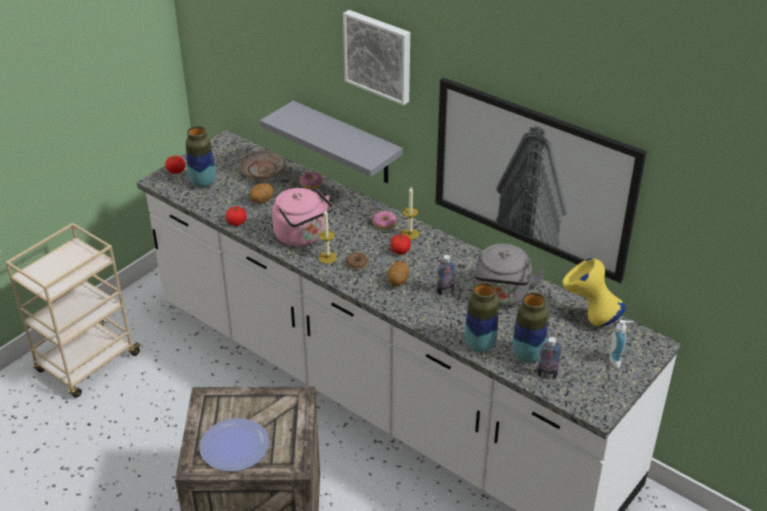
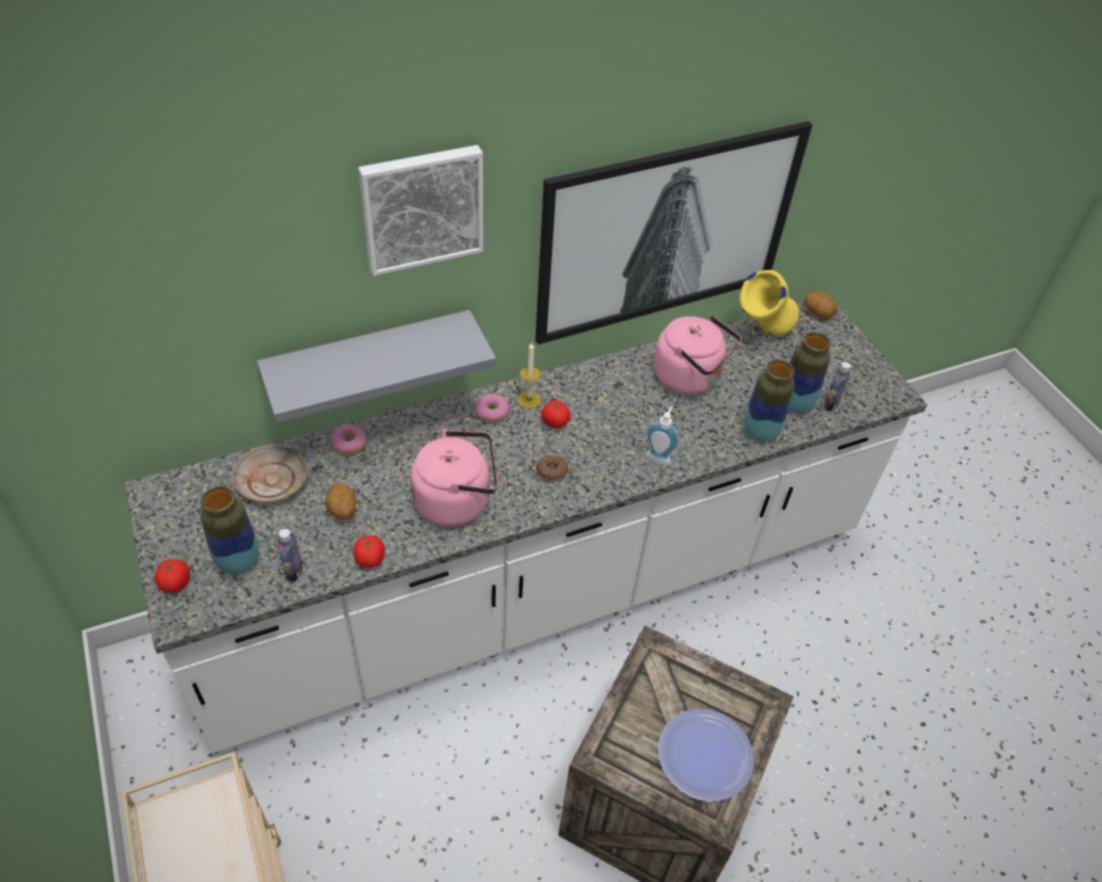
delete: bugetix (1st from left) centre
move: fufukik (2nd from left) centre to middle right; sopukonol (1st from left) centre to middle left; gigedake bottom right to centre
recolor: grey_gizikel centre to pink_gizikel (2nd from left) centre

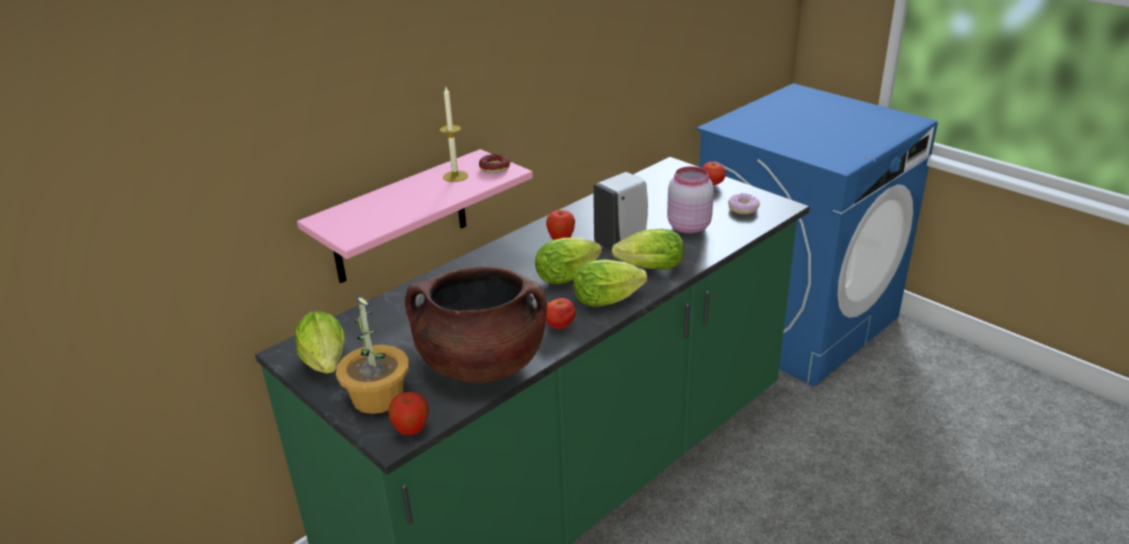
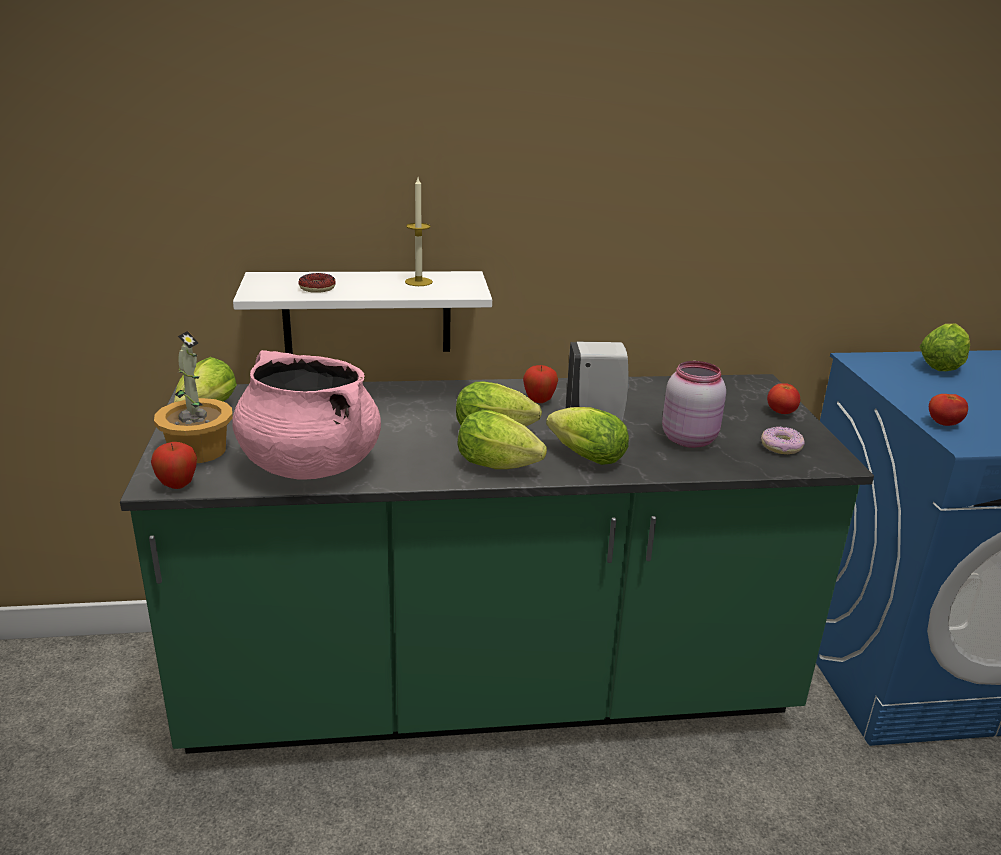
insert: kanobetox (5th from left) middle right
move: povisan (1st from left) top centre to top left; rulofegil (1st from left in the first image) centre to rulofegil (2nd from left) middle right
recolor: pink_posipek centre to white_posipek centre; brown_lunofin centre to pink_lunofin middle left

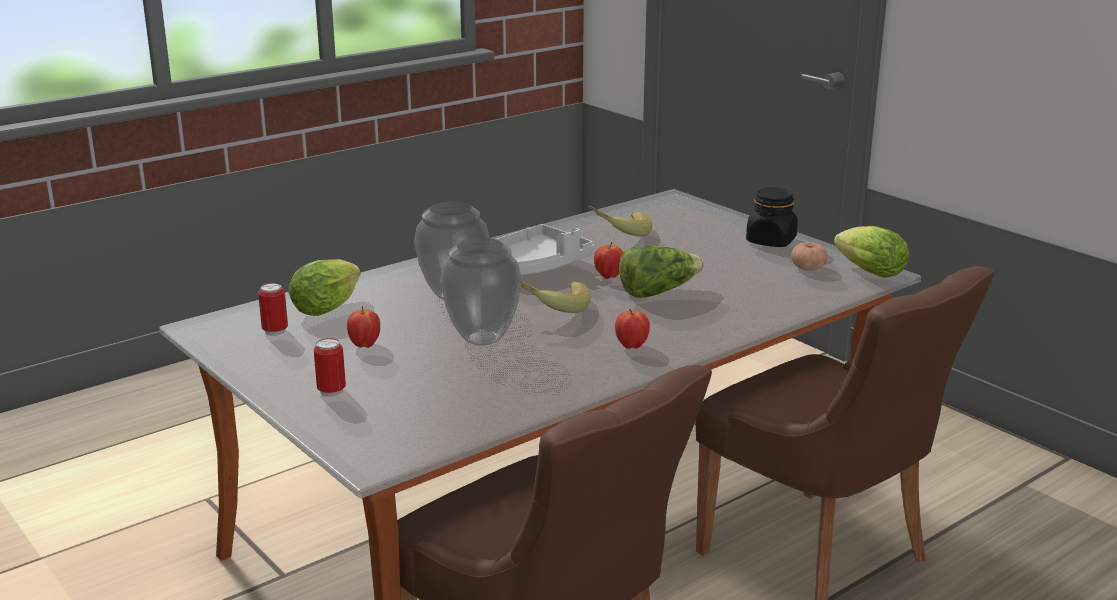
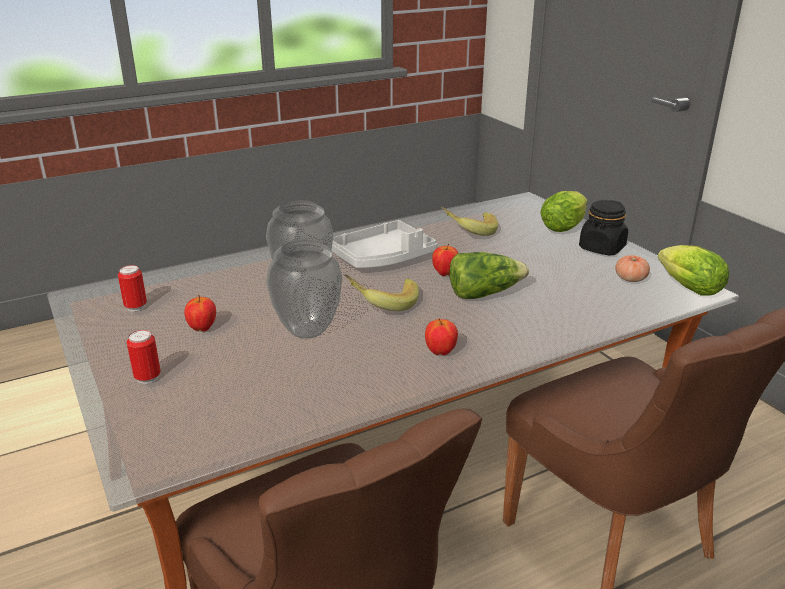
move: kanobetox (1st from left in the first image) middle left to kanobetox (2nd from left) middle right

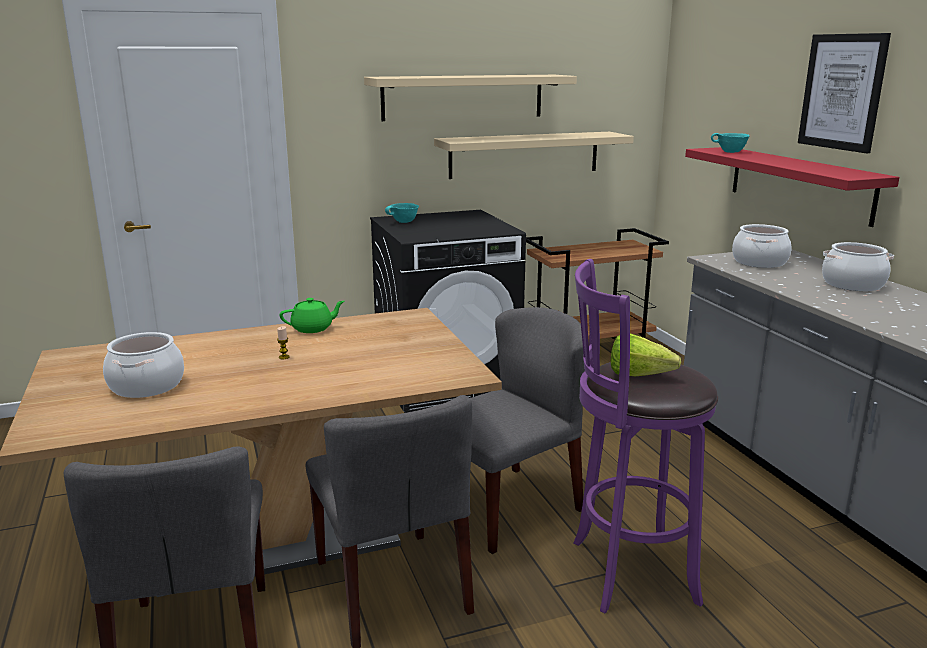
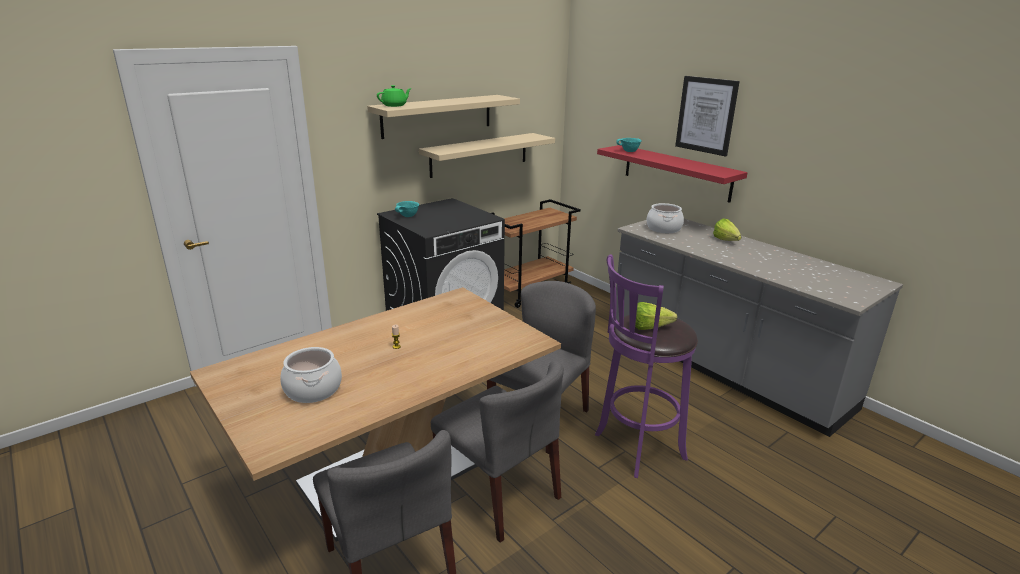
move: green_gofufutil centre to top centre
replace: lunofin (3rd from left) middle right to kanobetox (2nd from left) middle right

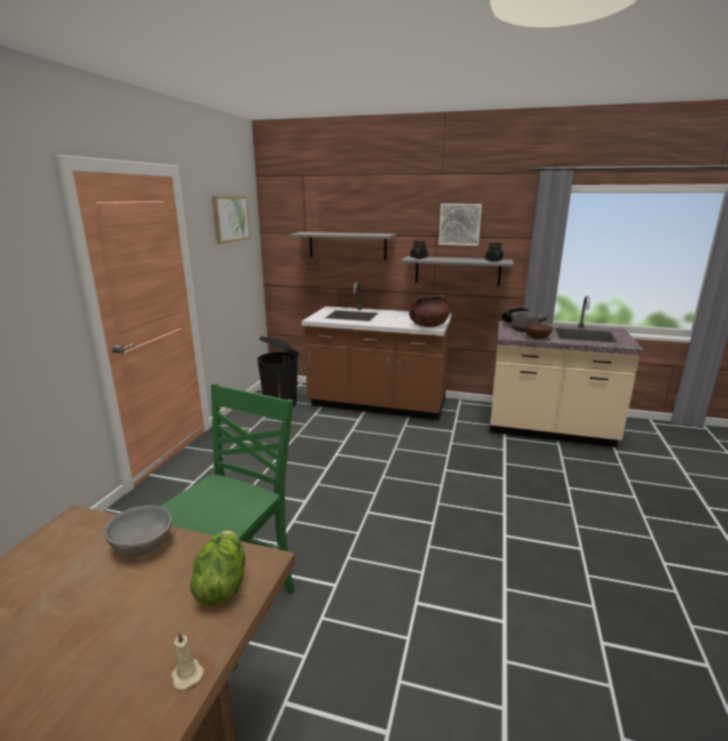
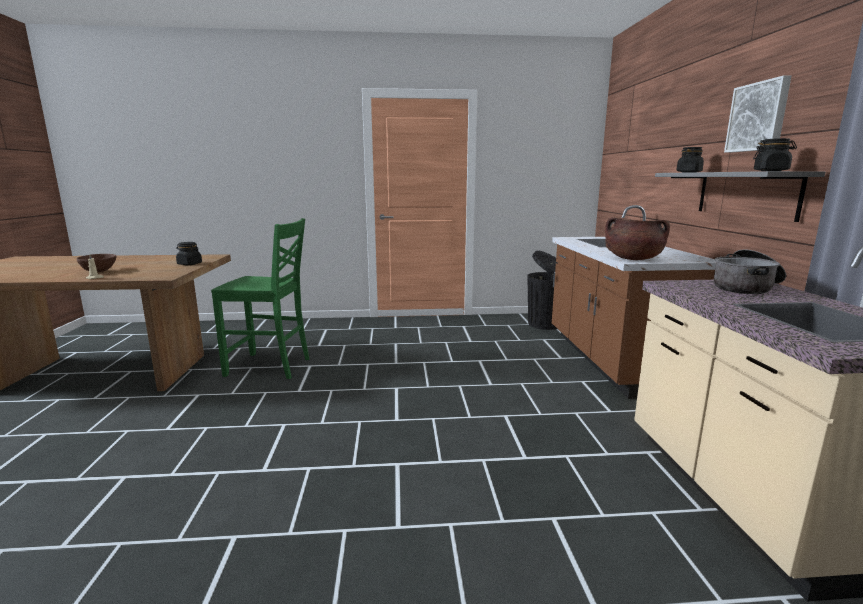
delete: kanobetox bottom left; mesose (1st from left) top left; grey_posipek (1st from left) top centre
move: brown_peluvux middle right to middle left
replace: grey_peluvux bottom left to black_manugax (1st from left) middle left

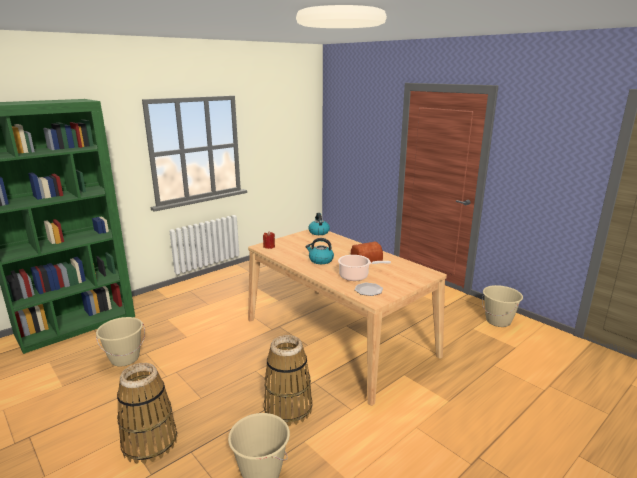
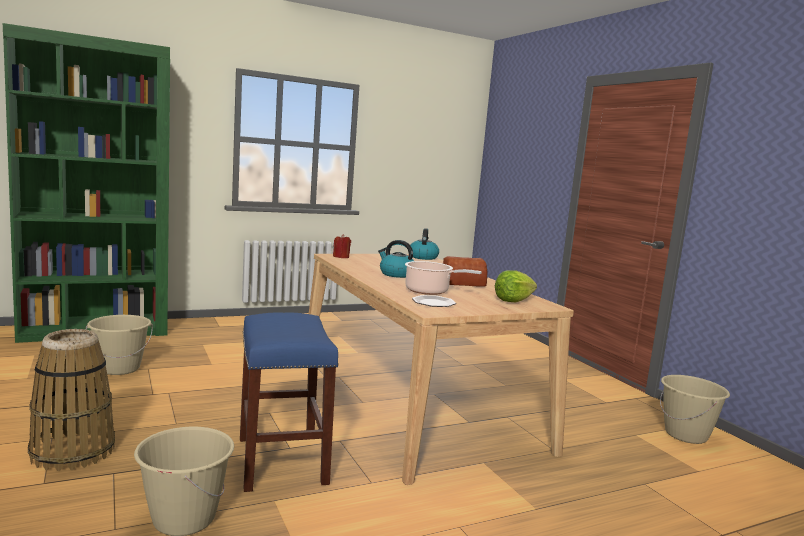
insert: kanobetox centre
replace: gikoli (2nd from left) bottom centre to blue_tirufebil bottom centre

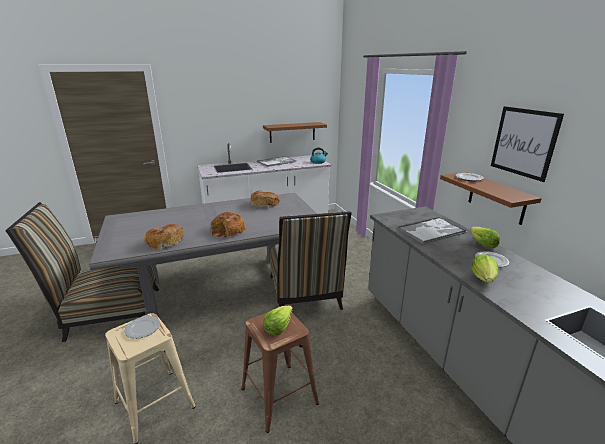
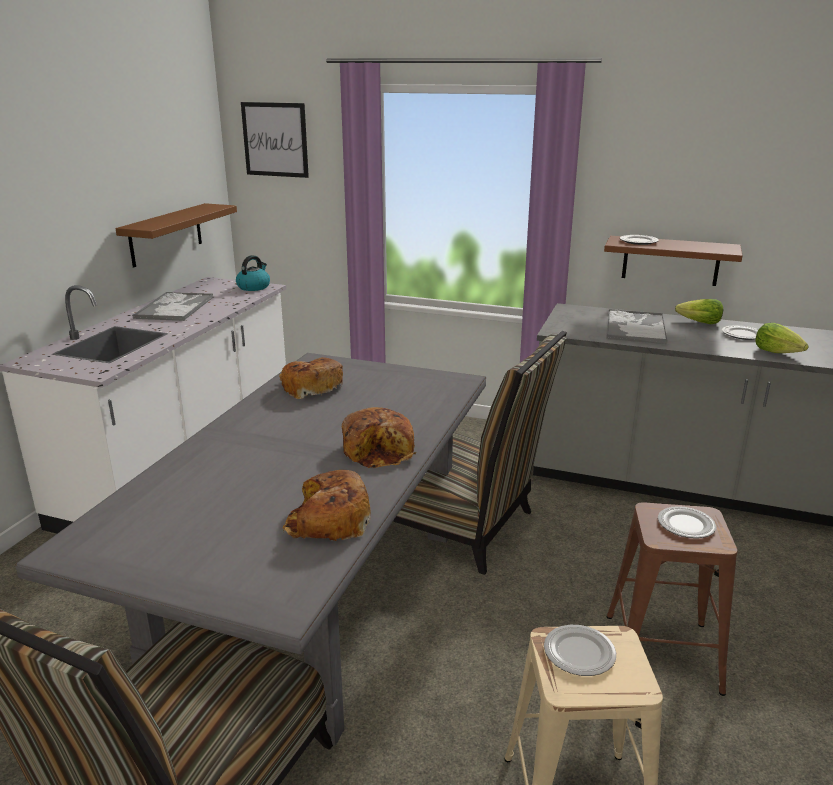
move: mesose top right to top left
replace: kanobetox (1st from left) bottom centre to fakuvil (3rd from left) middle right

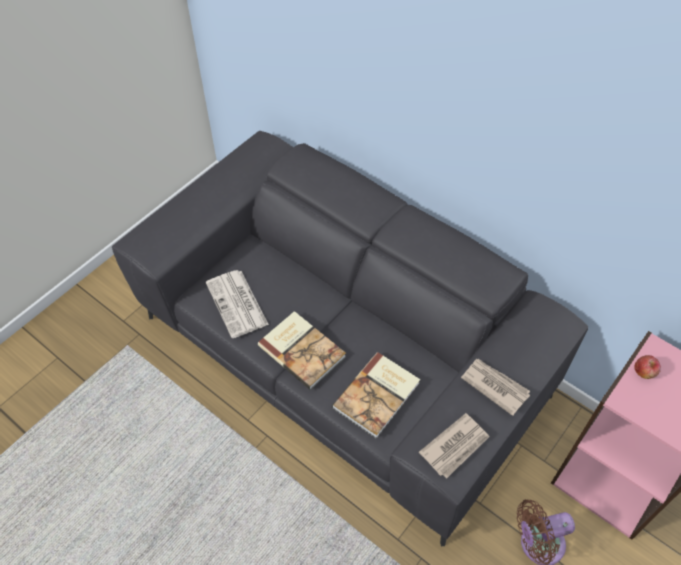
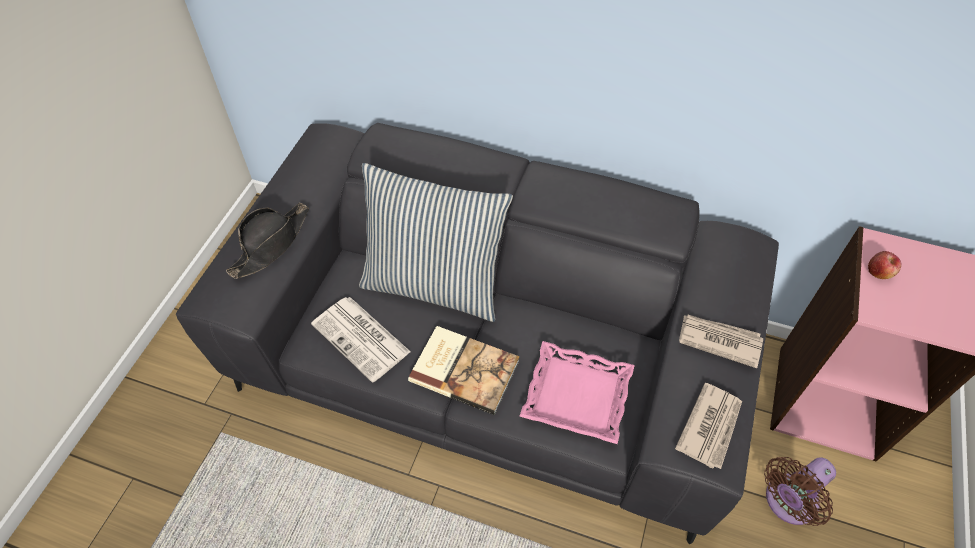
insert: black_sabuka middle left; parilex centre
replace: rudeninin (2nd from left) bottom centre to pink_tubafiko bottom centre

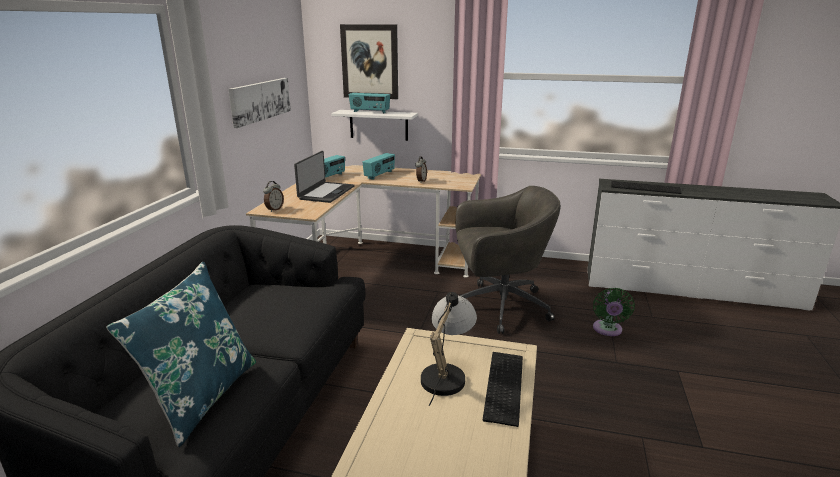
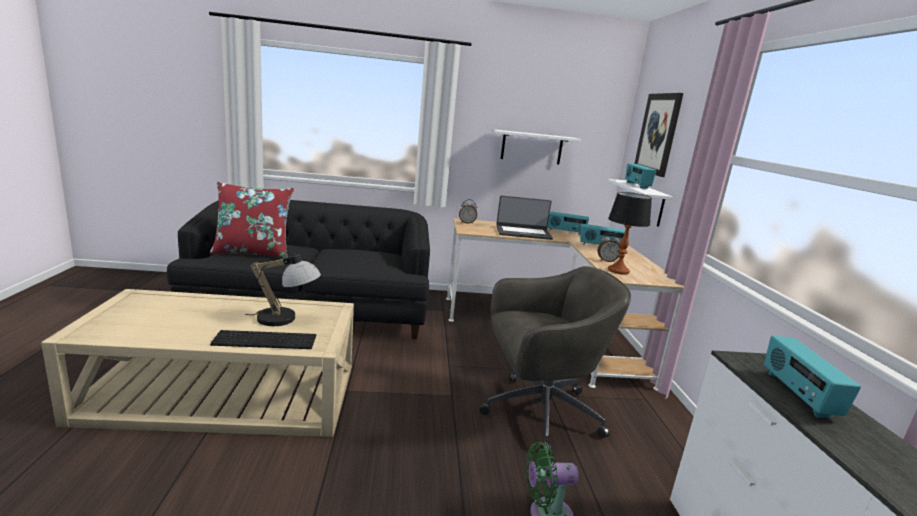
insert: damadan (2nd from left) middle right
replace: mesose (1st from left) top left to white_posipek (1st from left) top centre; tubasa (2nd from left) middle right to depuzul (4th from left) bottom right
recolor: blue_parilex bottom left to red_parilex middle left
rotate: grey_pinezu centre = bottom centre 75 degrees counterclockwise

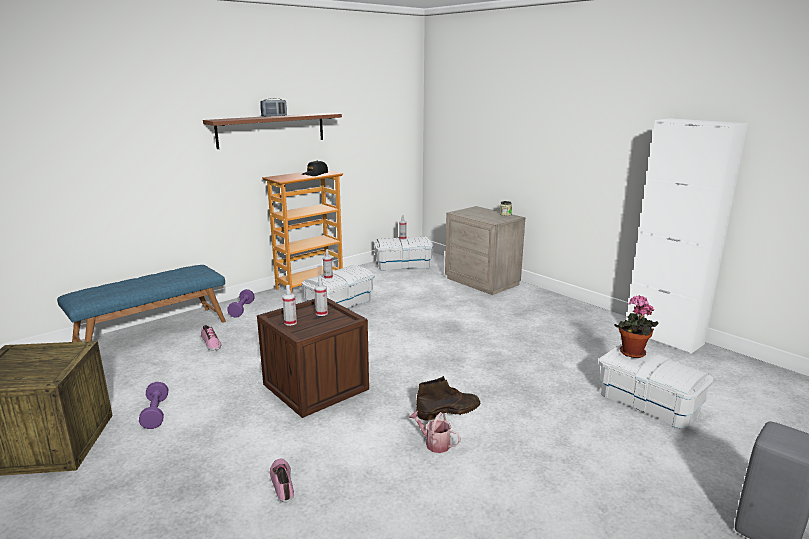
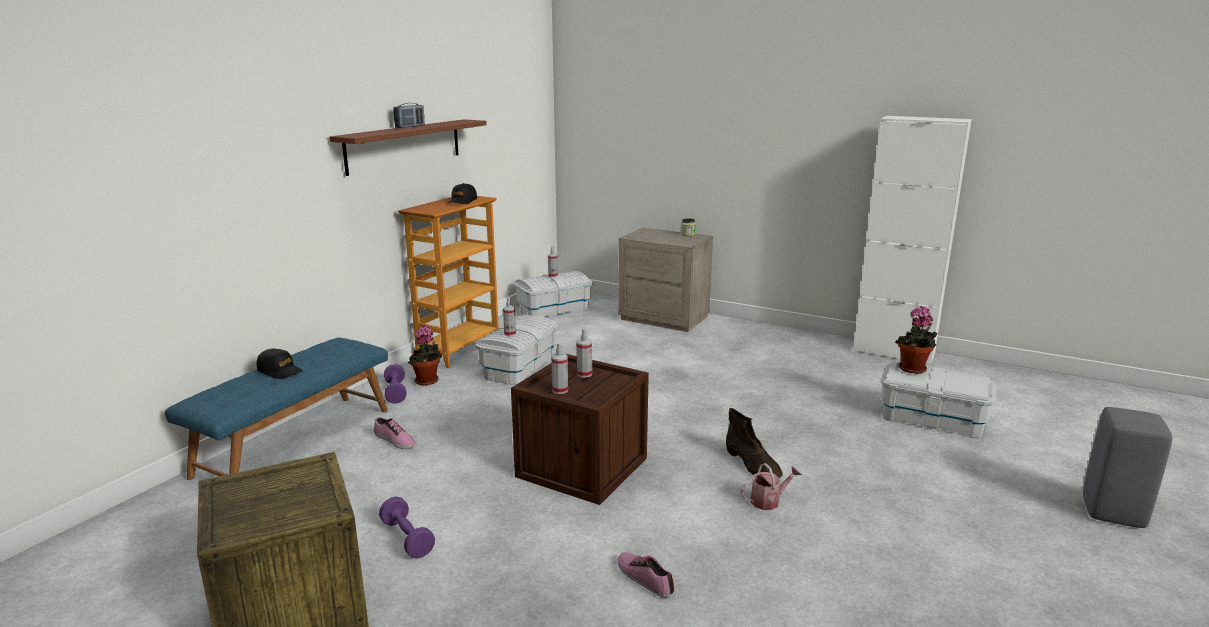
insert: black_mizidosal (1st from left) middle left; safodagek (1st from left) centre
rotate: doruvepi bottom centre = bottom centre 150 degrees clockwise; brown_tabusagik bottom centre = bottom centre 105 degrees clockwise

